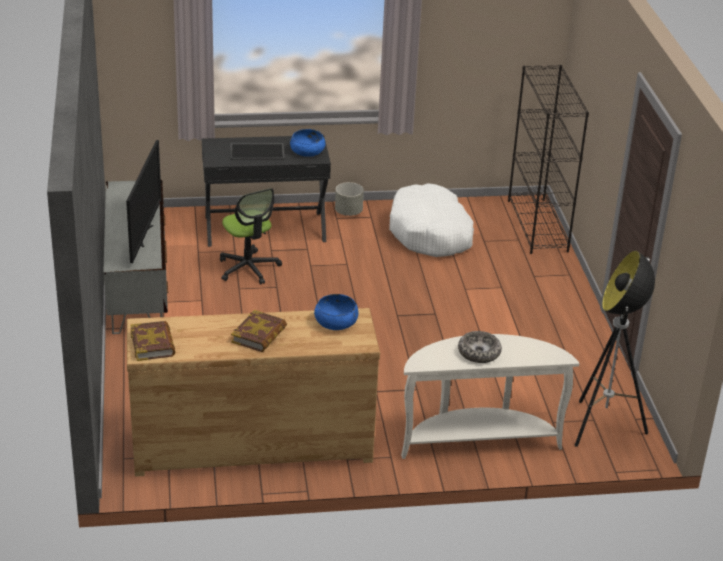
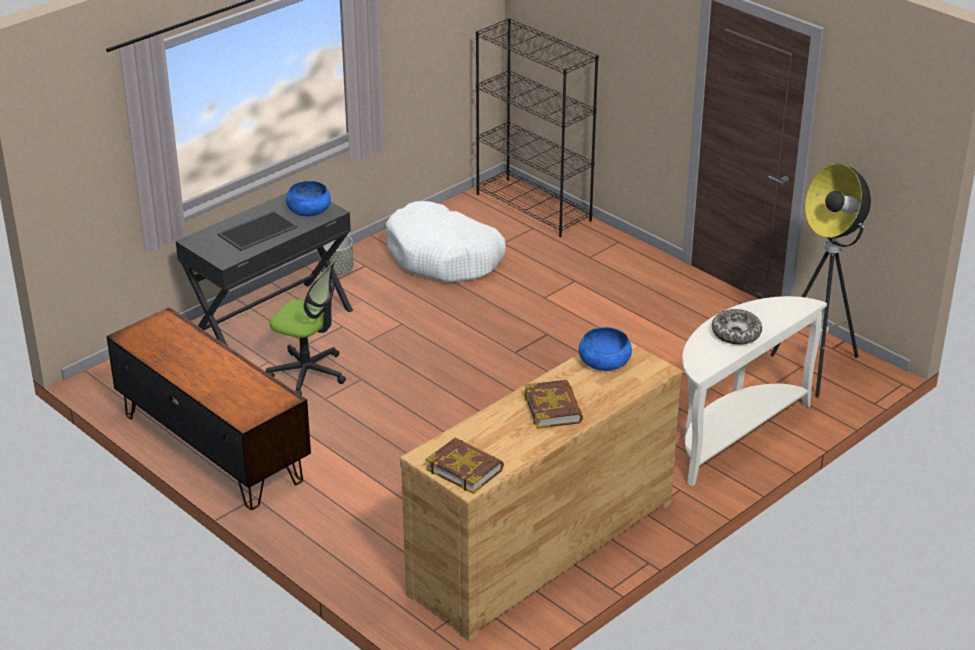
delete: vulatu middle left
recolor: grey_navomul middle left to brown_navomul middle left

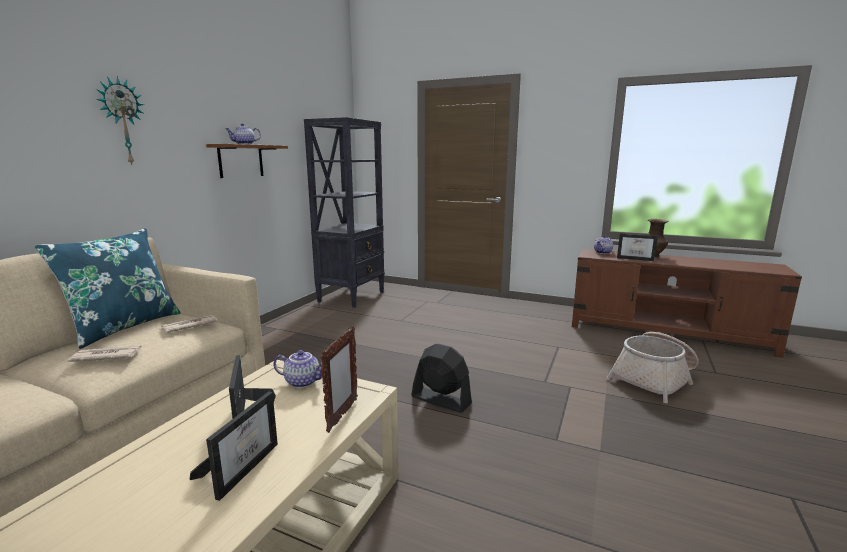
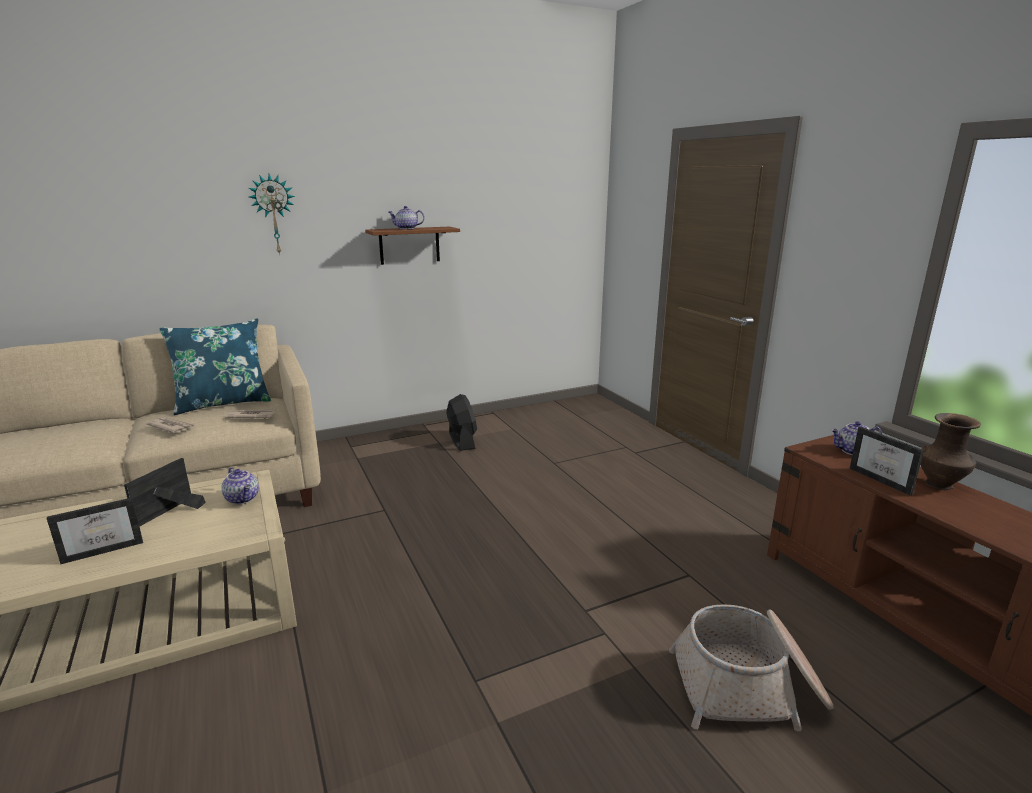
delete: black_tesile centre; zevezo (3rd from left) bottom centre
move: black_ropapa bottom centre to centre

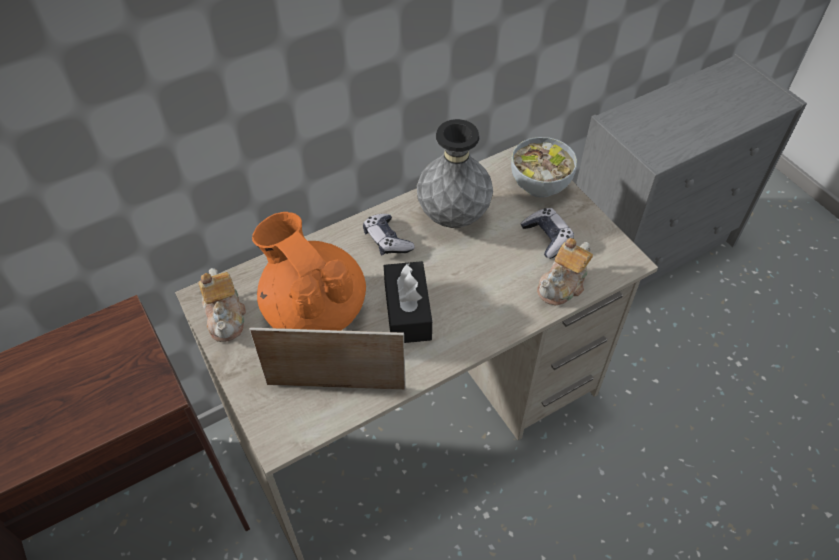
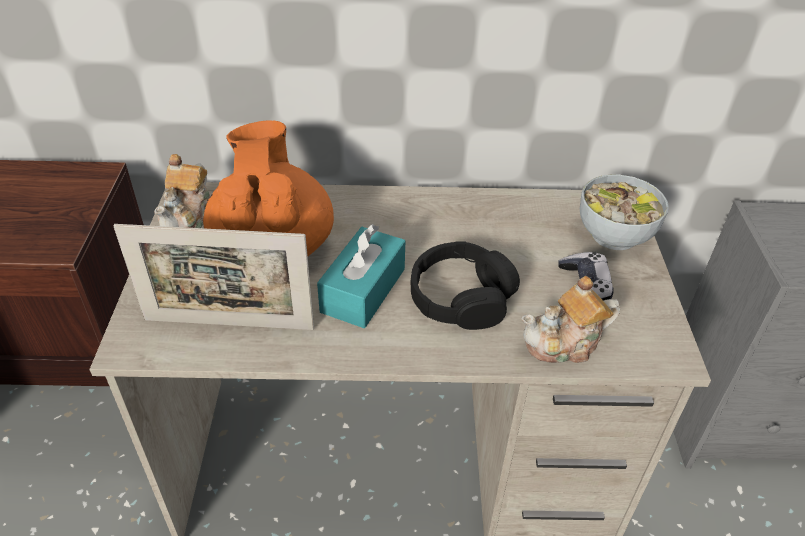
delete: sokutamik (1st from left) centre; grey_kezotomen top centre
insert: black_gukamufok centre
recolor: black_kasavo centre to turquoise_kasavo centre
rotate: zevezo centre = middle left 150 degrees clockwise

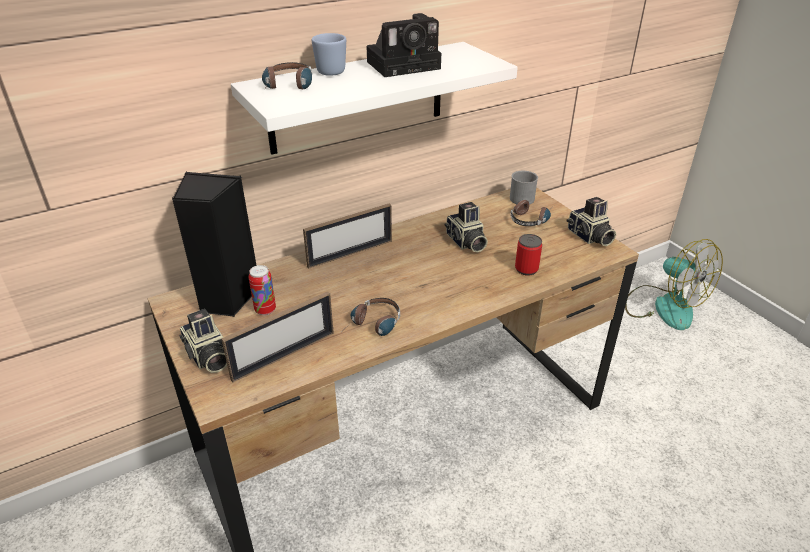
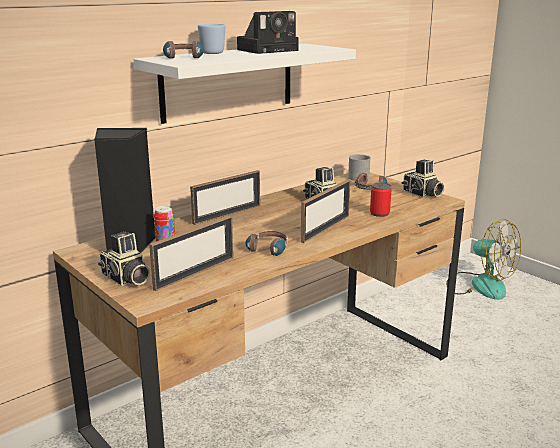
insert: zevezo (3rd from left) centre

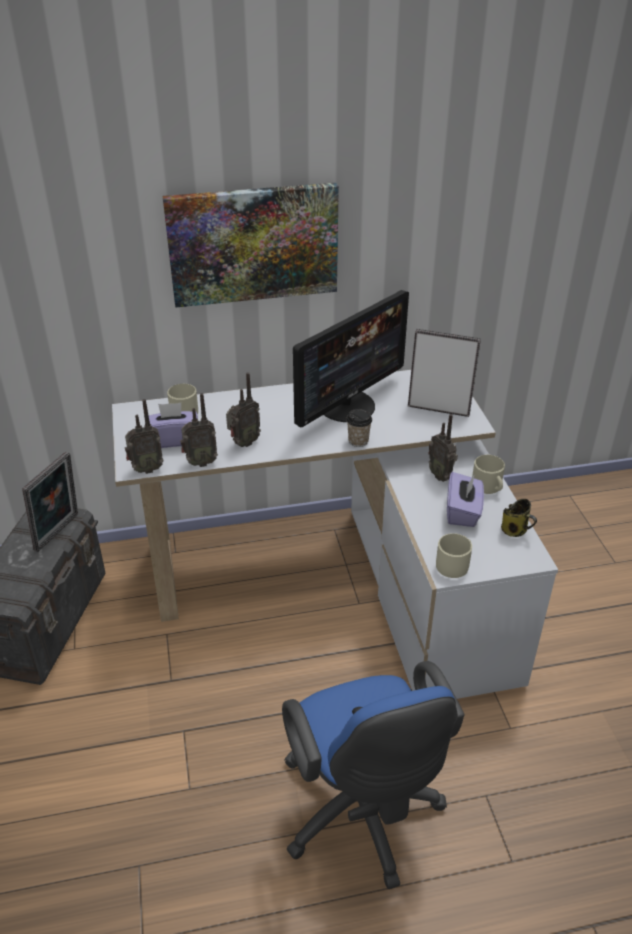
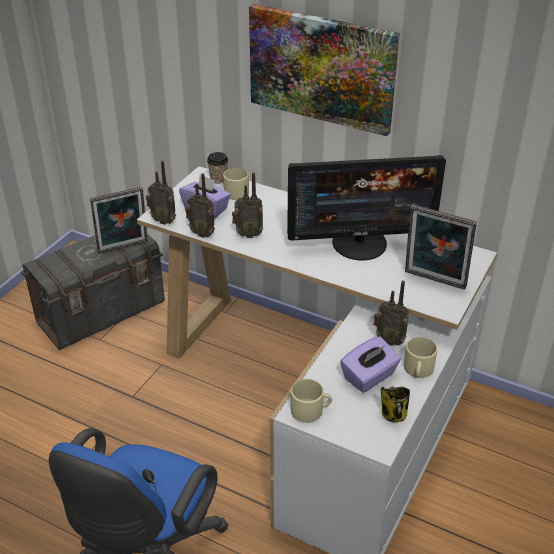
move: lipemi centre to top centre
rotate: zevezo (2nd from left) middle right = middle right 150 degrees clockwise; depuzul (4th from left) middle right = middle right 75 degrees counterclockwise

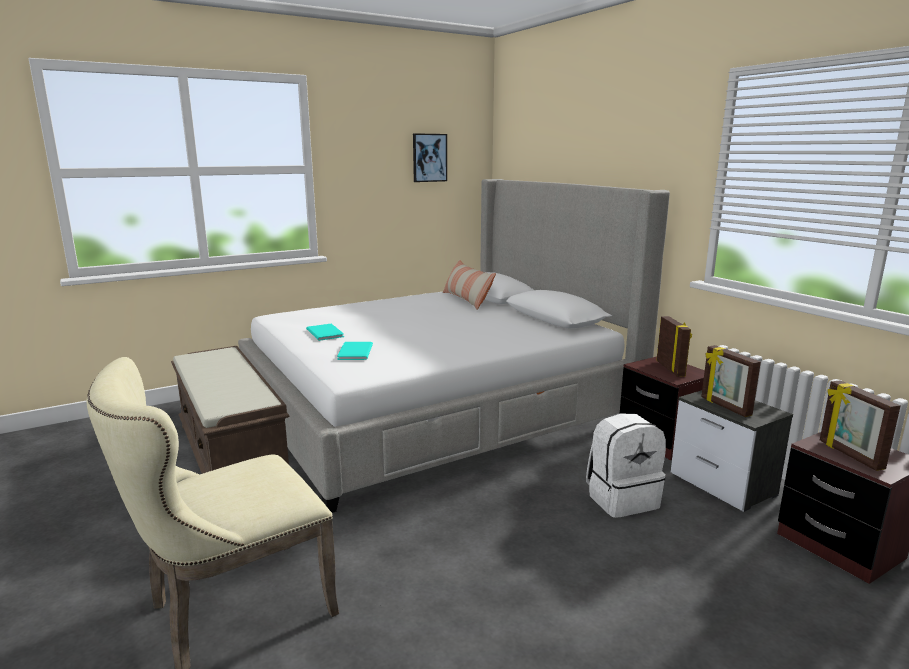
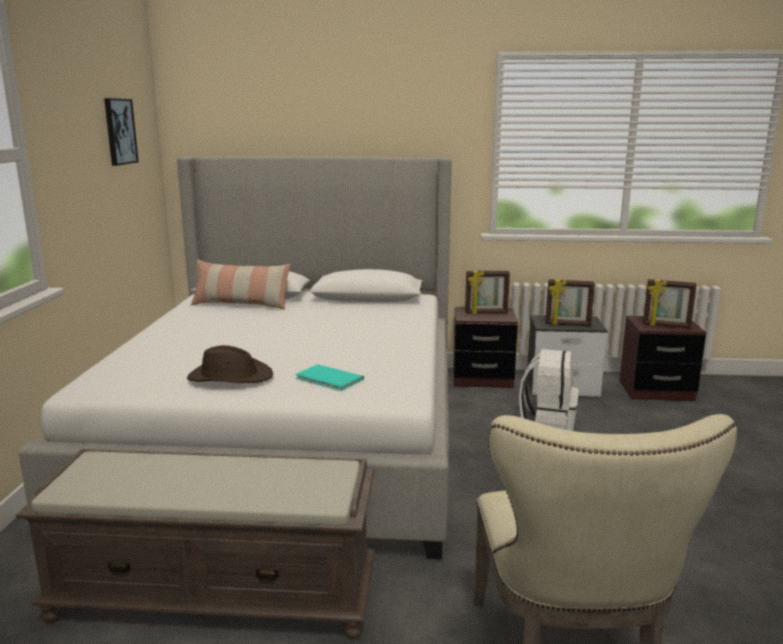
replace: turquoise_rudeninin (1st from left) centre to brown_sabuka middle left
rotate: zevezo (1st from left) middle right = centre 150 degrees clockwise

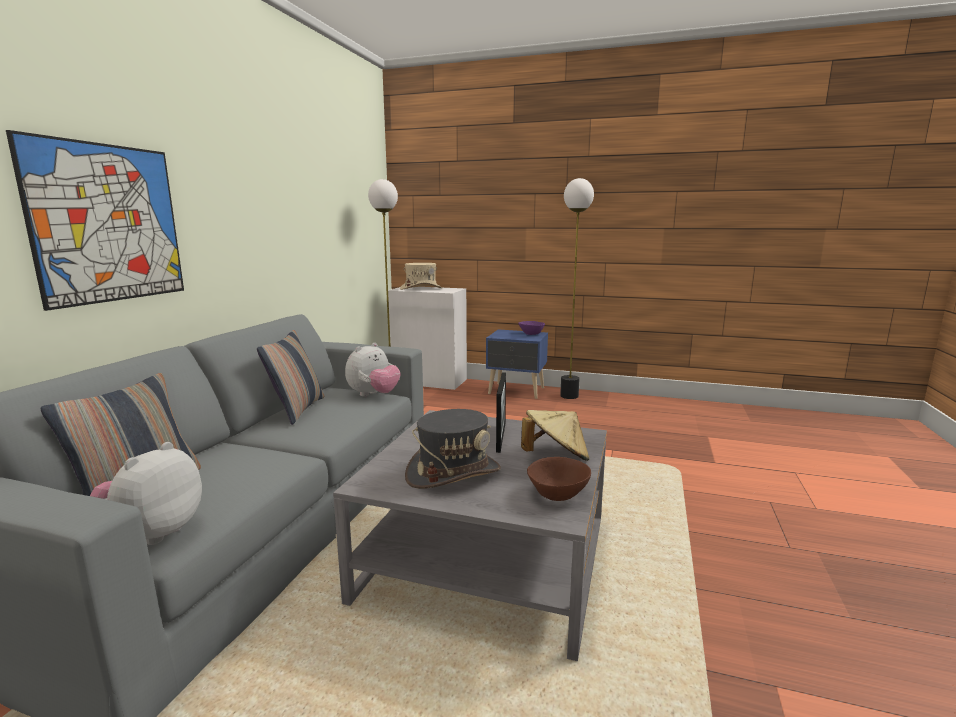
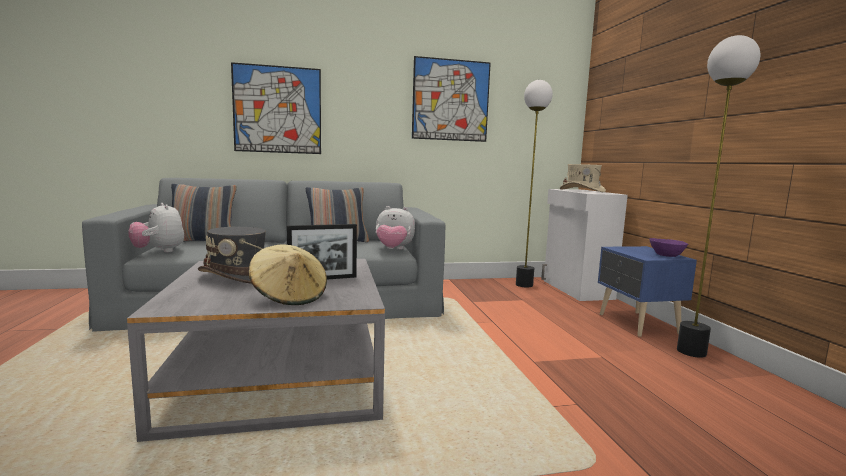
delete: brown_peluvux bottom centre
insert: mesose (2nd from left) top centre
rotate: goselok (1st from left) bottom left = middle left 120 degrees counterclockwise

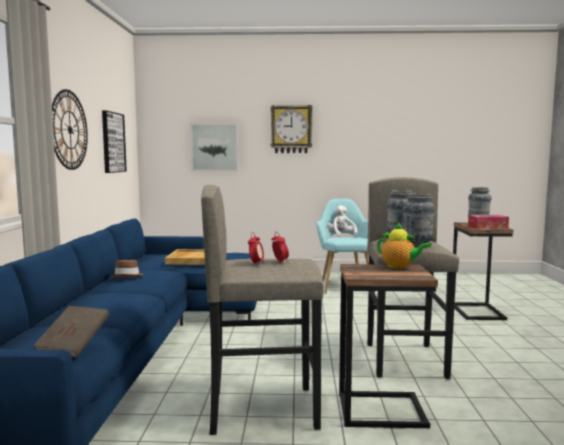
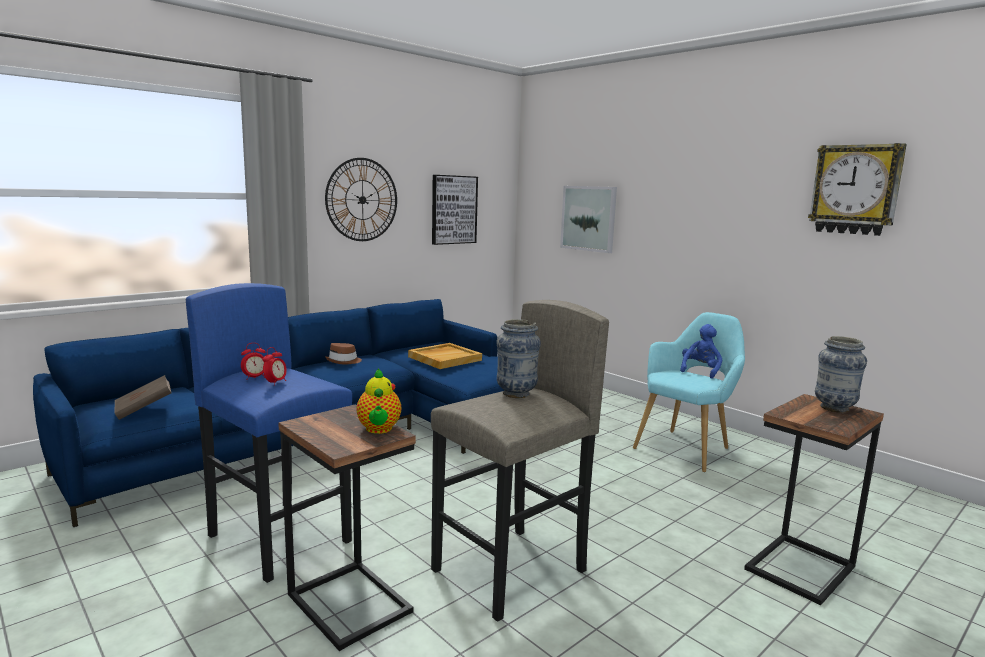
delete: kezotomen (2nd from left) middle right; kasavo middle right
move: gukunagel (2nd from left) top centre to top right
recolor: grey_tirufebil (1st from left) bottom centre to blue_tirufebil middle left; white_goselok centre to blue_goselok middle right

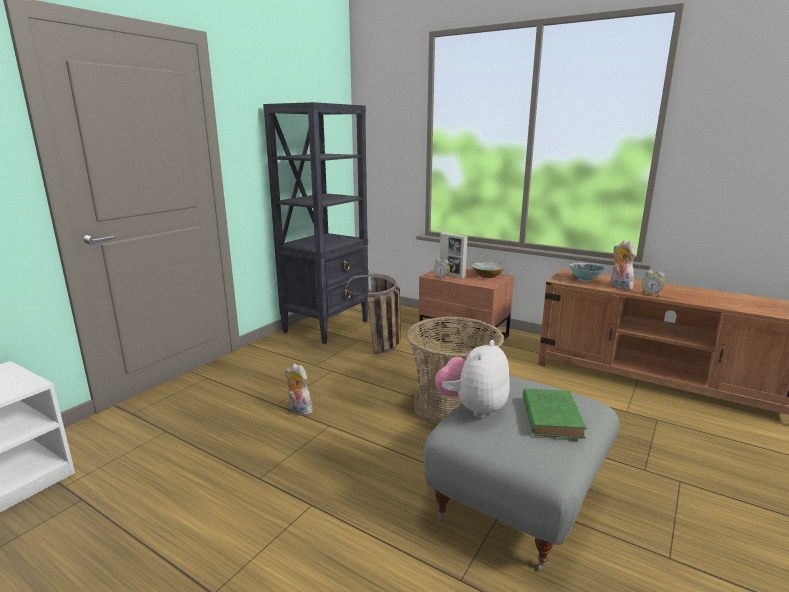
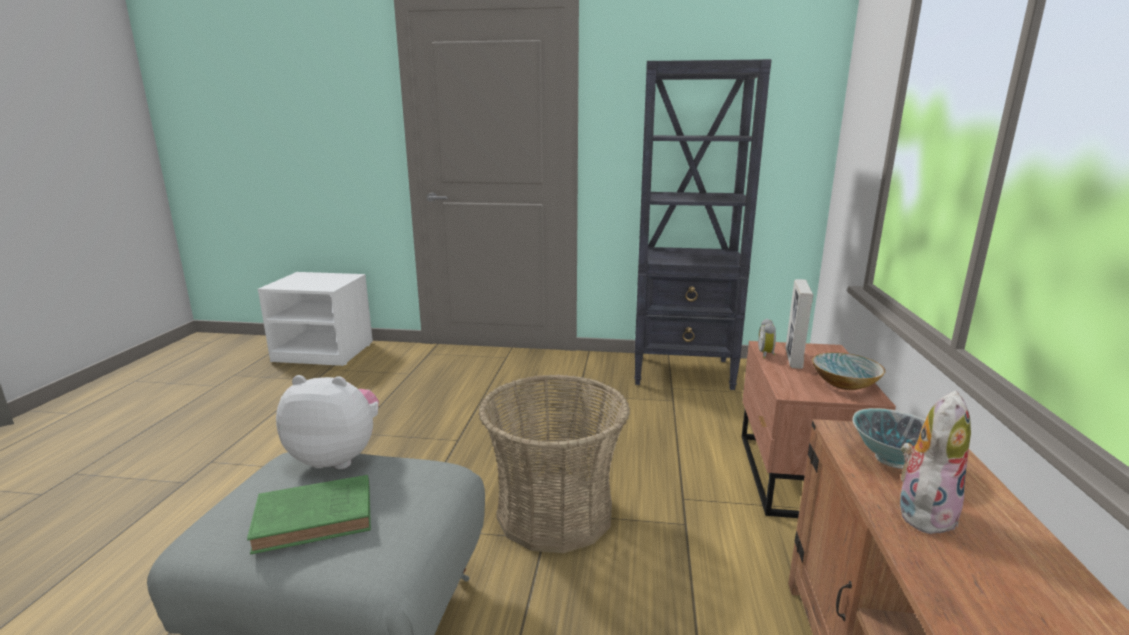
delete: goselok (1st from left) centre; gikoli (1st from left) centre; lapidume (2nd from left) middle right

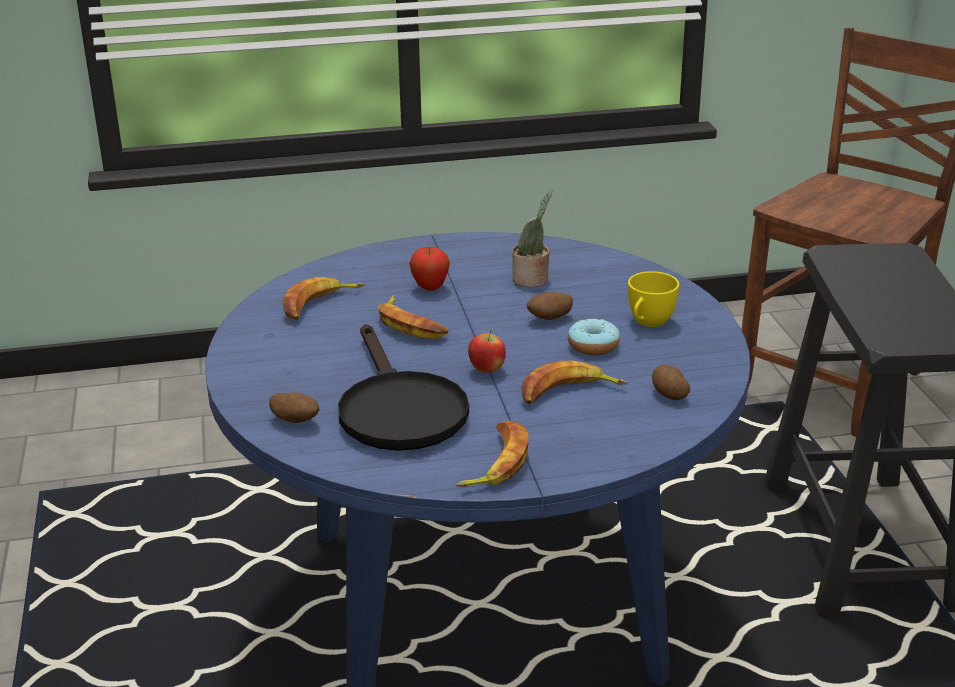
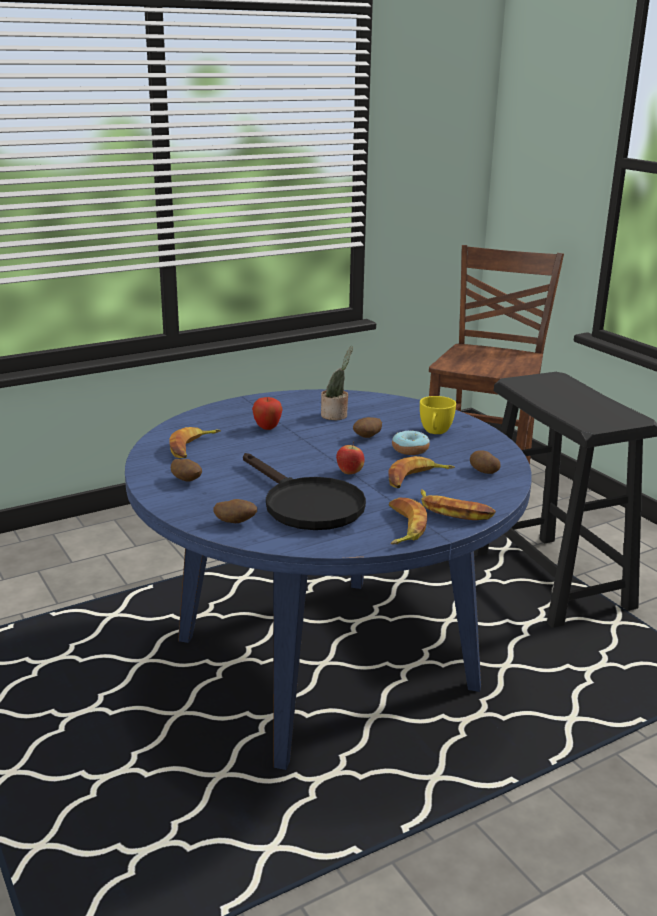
insert: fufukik (1st from left) middle left
move: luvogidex (2nd from left in the first image) centre to luvogidex (4th from left) middle right

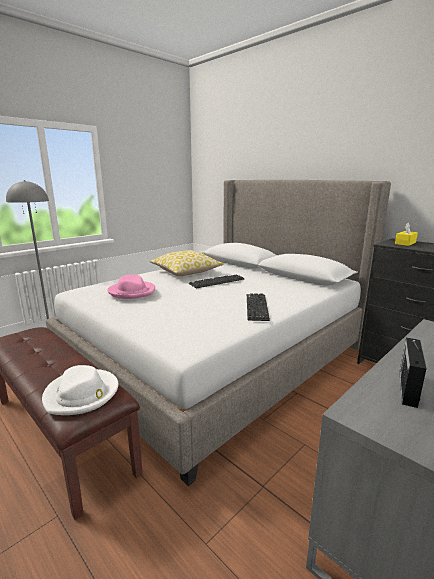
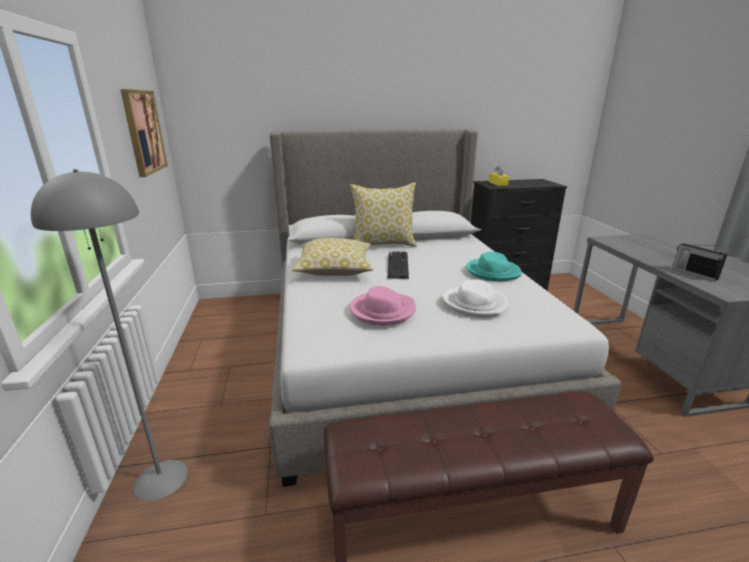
insert: mesose top left; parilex (2nd from left) centre
move: white_sabuka bottom left to centre
replace: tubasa (2nd from left) centre to turquoise_sabuka centre

